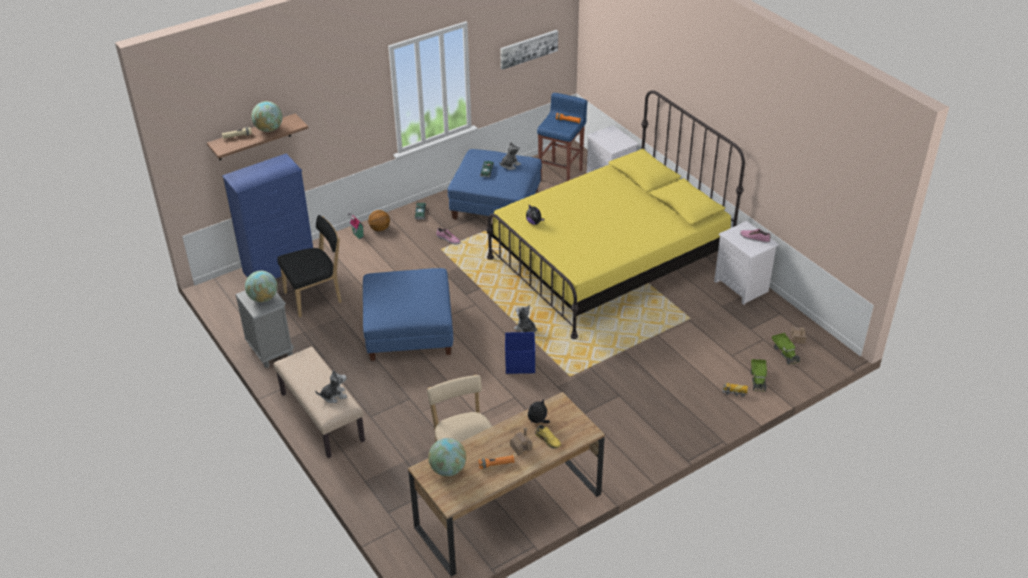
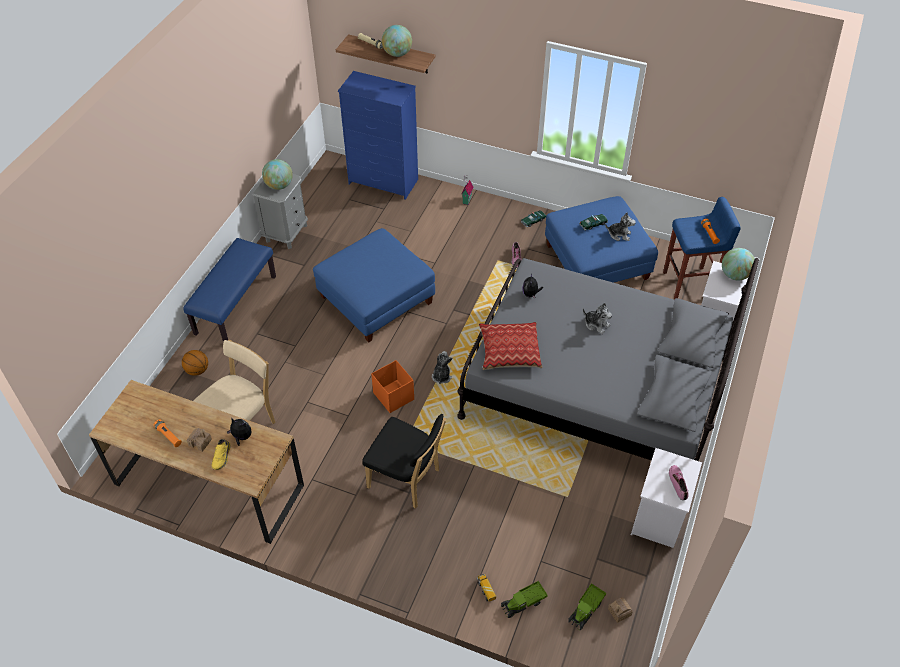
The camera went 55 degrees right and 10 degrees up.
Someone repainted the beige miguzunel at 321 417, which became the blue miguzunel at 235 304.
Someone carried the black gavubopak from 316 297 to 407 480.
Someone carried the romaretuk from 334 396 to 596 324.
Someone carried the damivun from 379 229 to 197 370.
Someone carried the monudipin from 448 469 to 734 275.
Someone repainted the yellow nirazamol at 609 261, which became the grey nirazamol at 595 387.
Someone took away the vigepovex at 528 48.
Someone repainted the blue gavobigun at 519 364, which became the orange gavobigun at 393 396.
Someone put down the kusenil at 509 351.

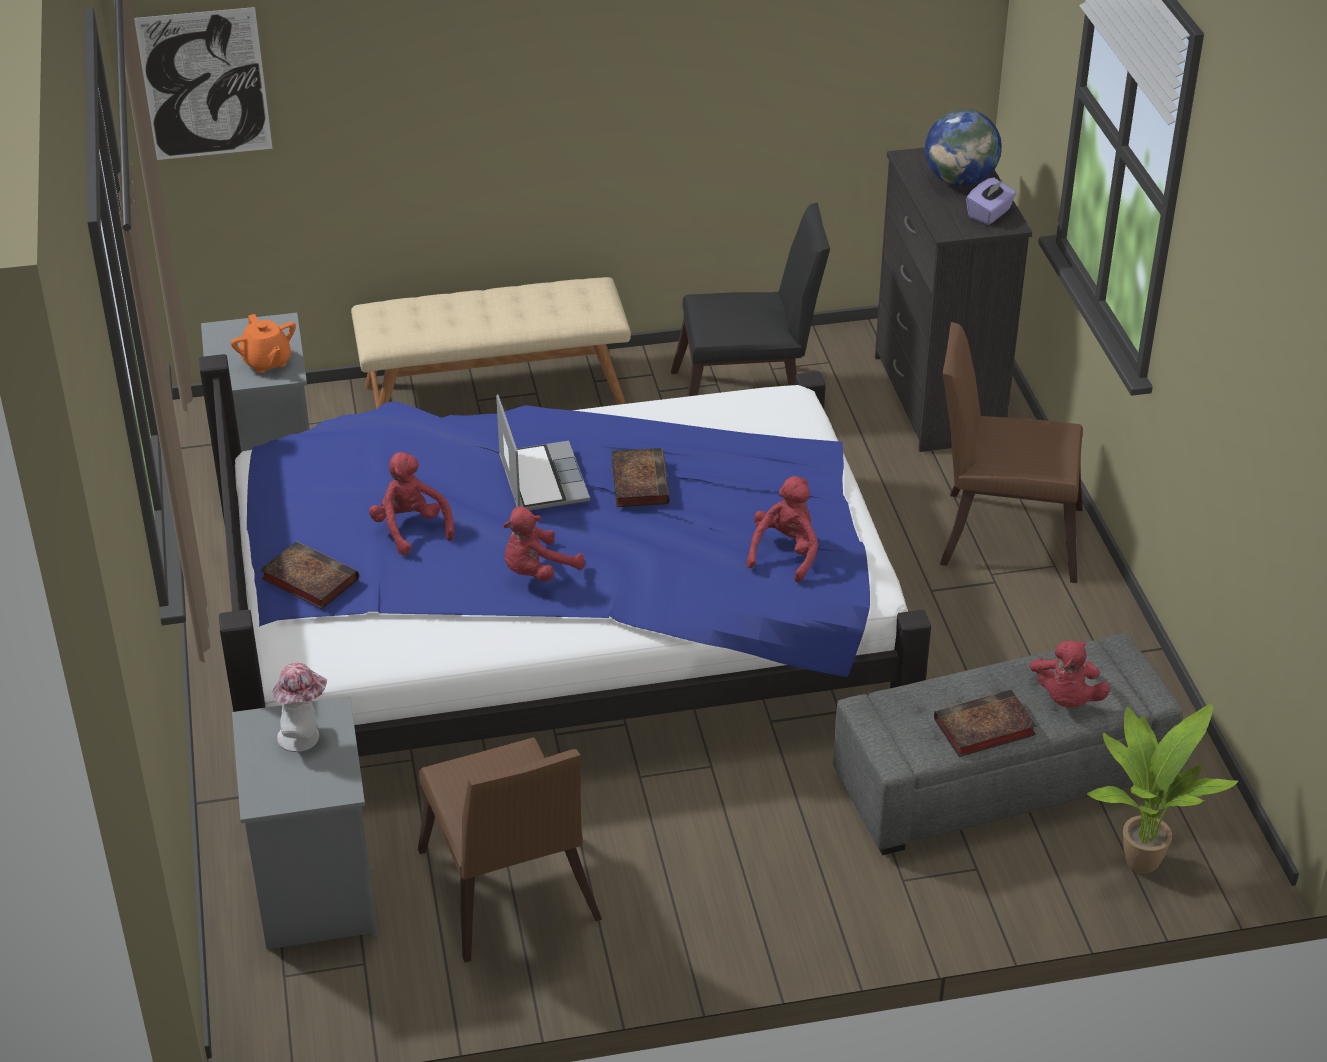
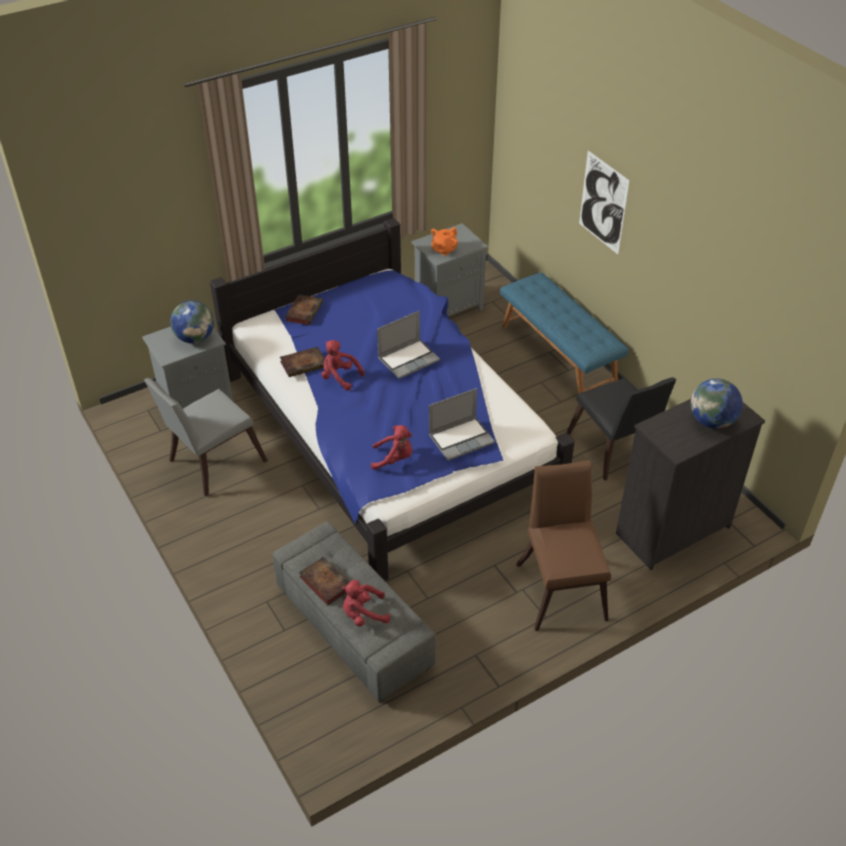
The camera went 70 degrees right and 5 degrees up.
Someone carried the vigepovex from 204 84 to 603 202.
Someone swapped the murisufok at 304 737 for the monudipin at 195 338.
Someone repainted the beige miguzunel at 494 393, which became the blue miguzunel at 558 356.
Someone took away the red romaretuk at 410 529.
Someone repainted the brown gavubopak at 509 896, which became the grey gavubopak at 212 463.
Someone carried the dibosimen from 638 481 to 304 364.
Someone took away the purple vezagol at 989 214.
Someone took away the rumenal at 1138 859.
Someone put down the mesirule at 461 438.

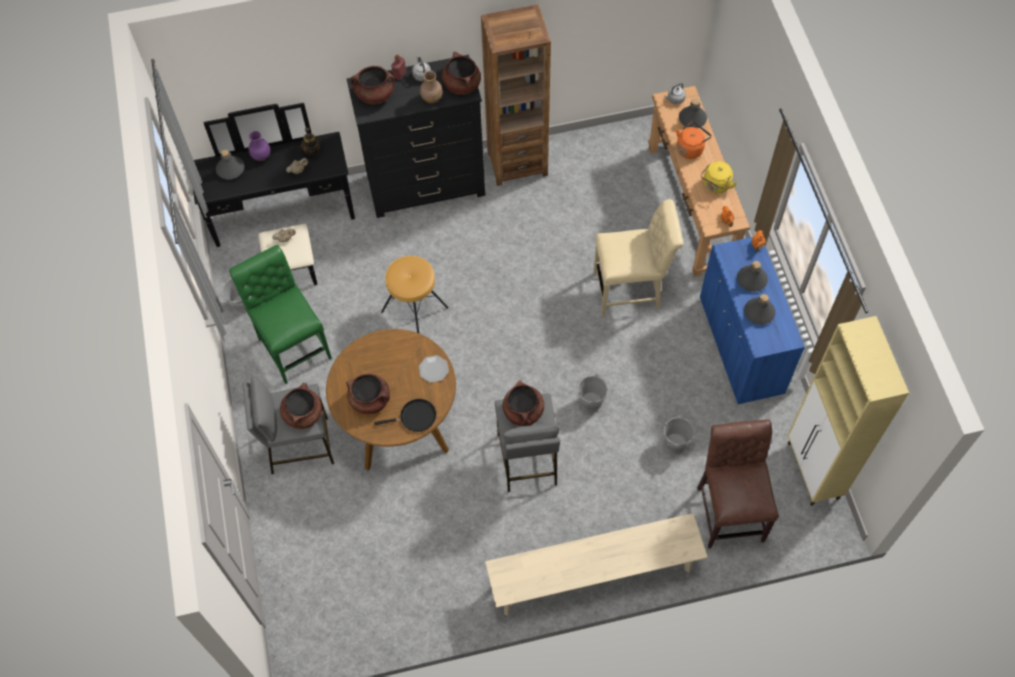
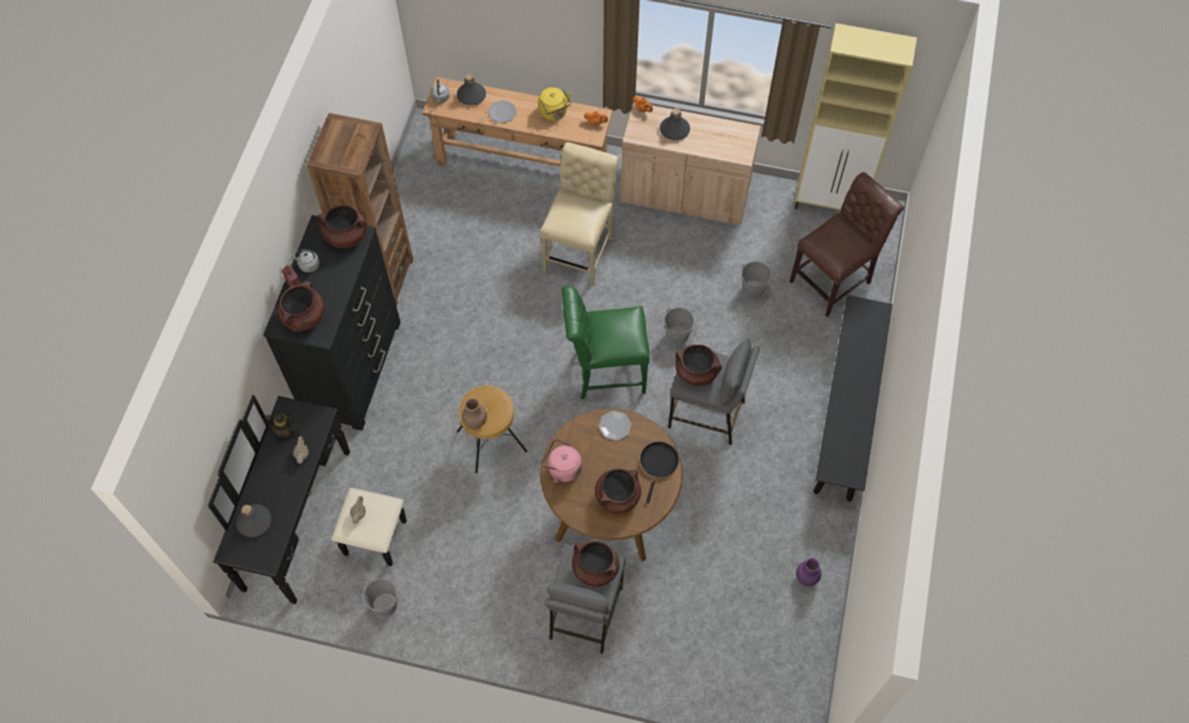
The camera went 65 degrees left and 0 degrees up.
Someone carried the green gavubopak from 293 344 to 605 371.
Someone carried the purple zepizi from 261 156 to 806 577.
Someone carried the brown zepizi from 431 98 to 475 421.
Someone repainted the beige miguzunel at 593 576, which became the black miguzunel at 846 412.
Someone swapped the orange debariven at 690 148 for the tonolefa at 502 112.
Someone rotated the brown gavubopak at 729 509 by 120 degrees clockwise.
Someone repainted the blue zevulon at 740 345, which became the beige zevulon at 685 196.
Someone took away the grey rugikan at 759 312.
Someone put down the pink debariven at 562 468.

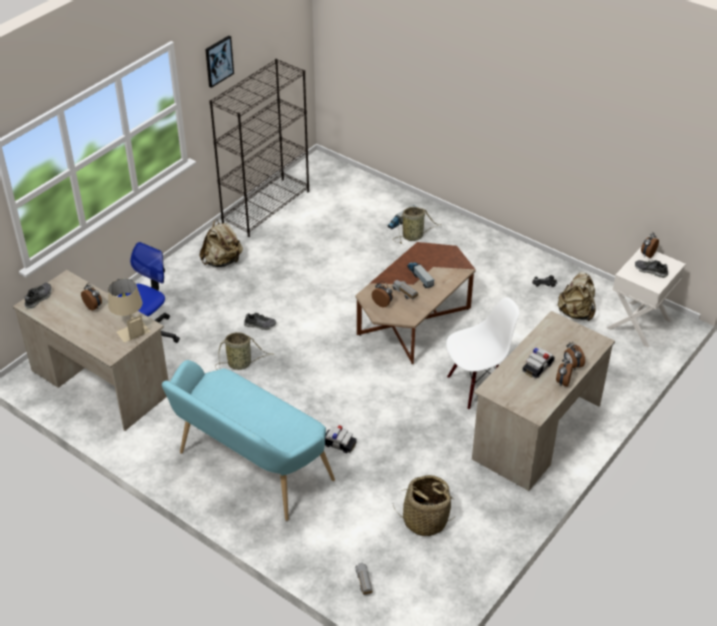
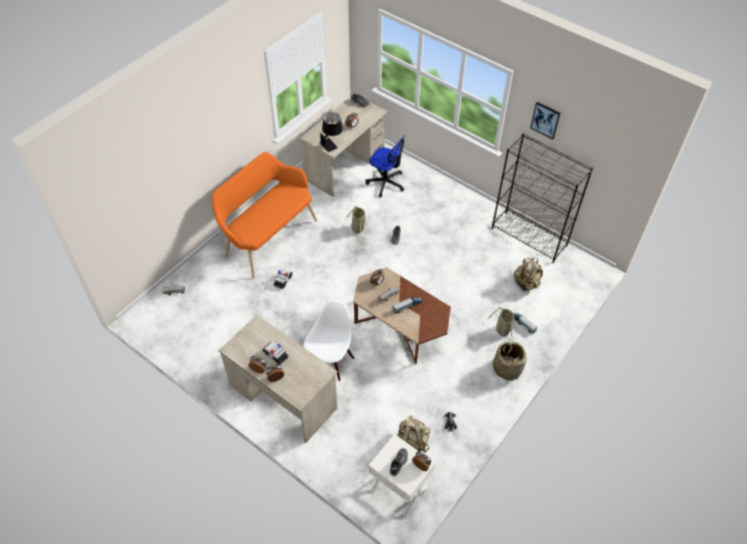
The camera went 90 degrees right and 10 degrees up.
Someone repainted the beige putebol at 130 328, which became the black putebol at 331 143.
Someone repainted the turquoise miguzunel at 249 469, which became the orange miguzunel at 267 237.
Someone carried the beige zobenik from 222 261 to 526 283.
Someone carried the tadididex from 425 520 to 507 368.
Someone rotated the white gavubopak at 476 387 by 135 degrees counterclockwise.

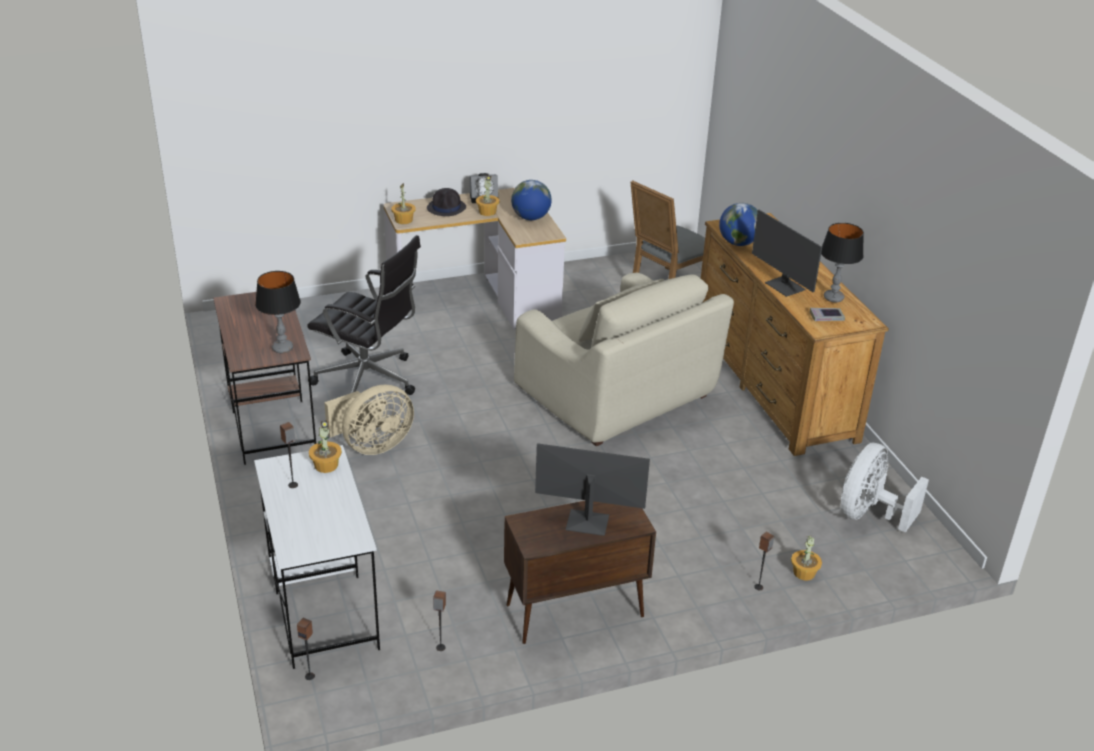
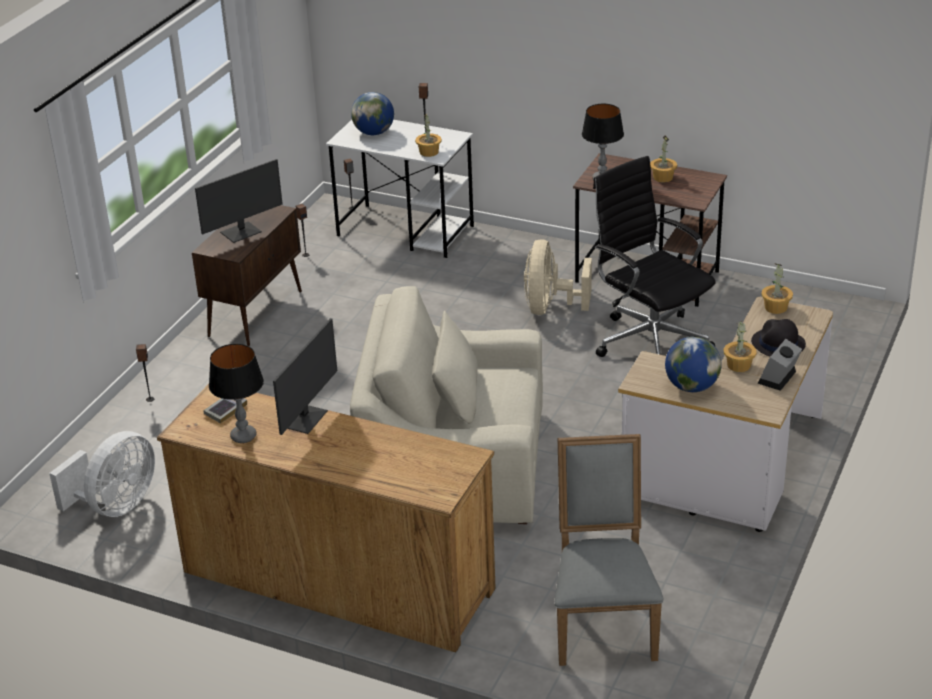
The camera went 135 degrees right and 0 degrees up.
Someone rotated the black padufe at 369 381 by 75 degrees clockwise.
Someone carried the monudipin from 738 243 to 374 133.
Someone rotated the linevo at 784 286 by 105 degrees clockwise.
Someone carried the rumenal from 804 573 to 662 177.
Someone rotated the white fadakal at 868 514 by 45 degrees clockwise.

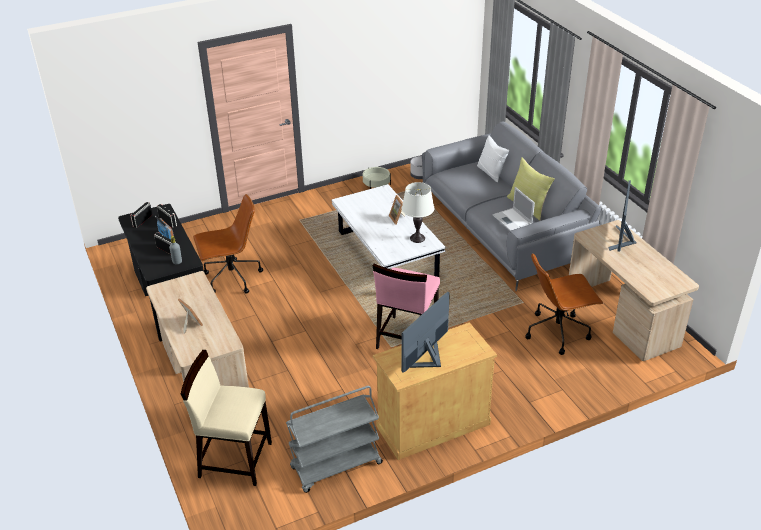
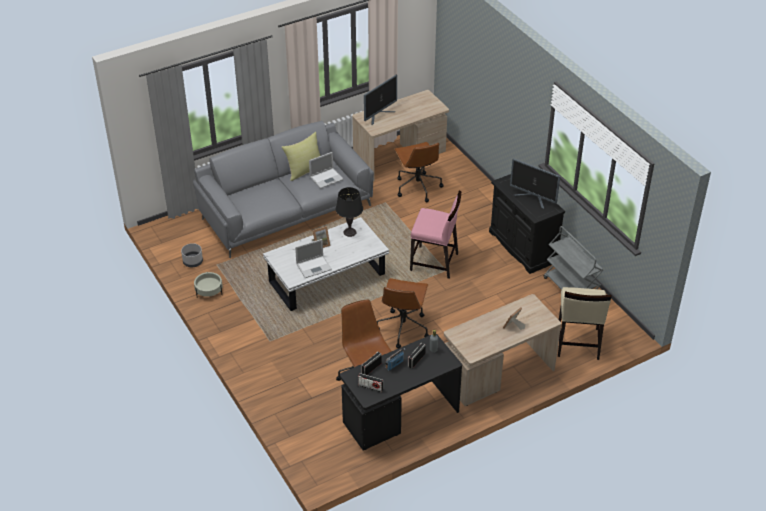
The camera went 95 degrees left and 5 degrees up.
Someone repainted the beige zevulon at 433 425, which became the black zevulon at 522 247.
Someone repainted the white putebol at 417 238, which became the black putebol at 350 232.
Someone took away the white kusenil at 491 172.
Someone rotated the linevo at 622 240 by 60 degrees counterclockwise.
Someone put down the mesirule at 314 266.
Someone put down the brown padufe at 403 328.

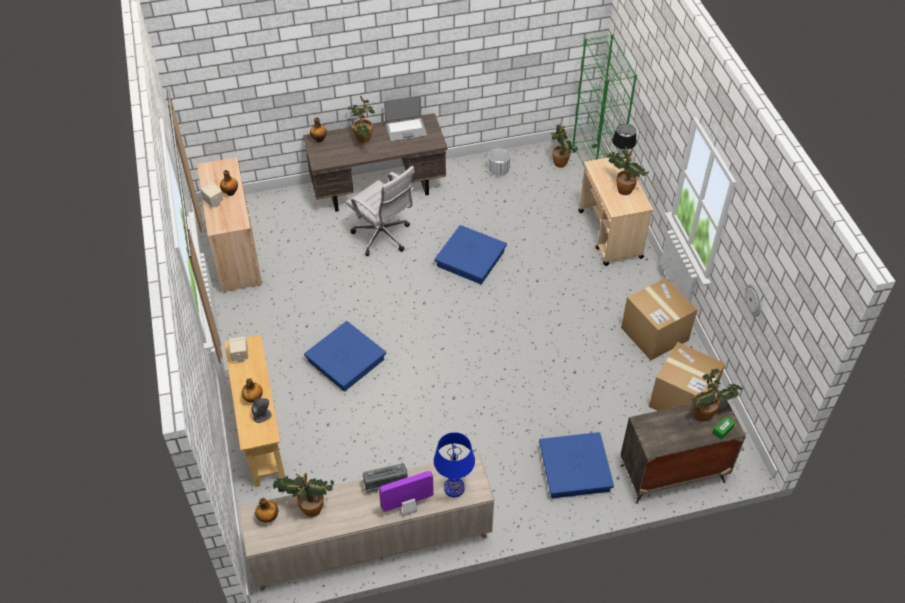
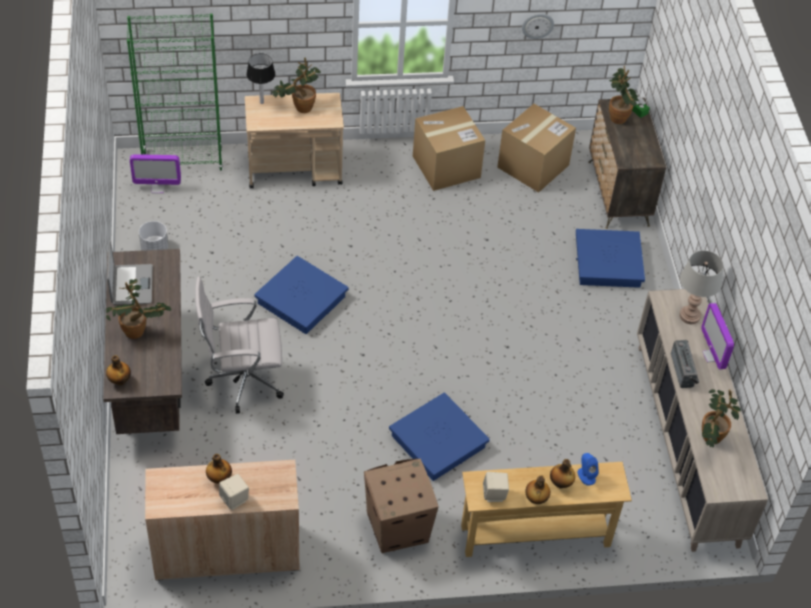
The camera went 85 degrees left and 0 degrees up.
Someone repainted the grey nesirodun at 262 416, which became the blue nesirodun at 586 476.
Someone carried the rugikan from 268 517 to 535 499.
Someone rotated the white padufe at 383 237 by 150 degrees counterclockwise.
Someone repainted the blue putebol at 454 488, which became the grey putebol at 690 316.
Someone swapped the rumenal at 560 161 for the linevo at 158 188.
Someone put down the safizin at 396 527.

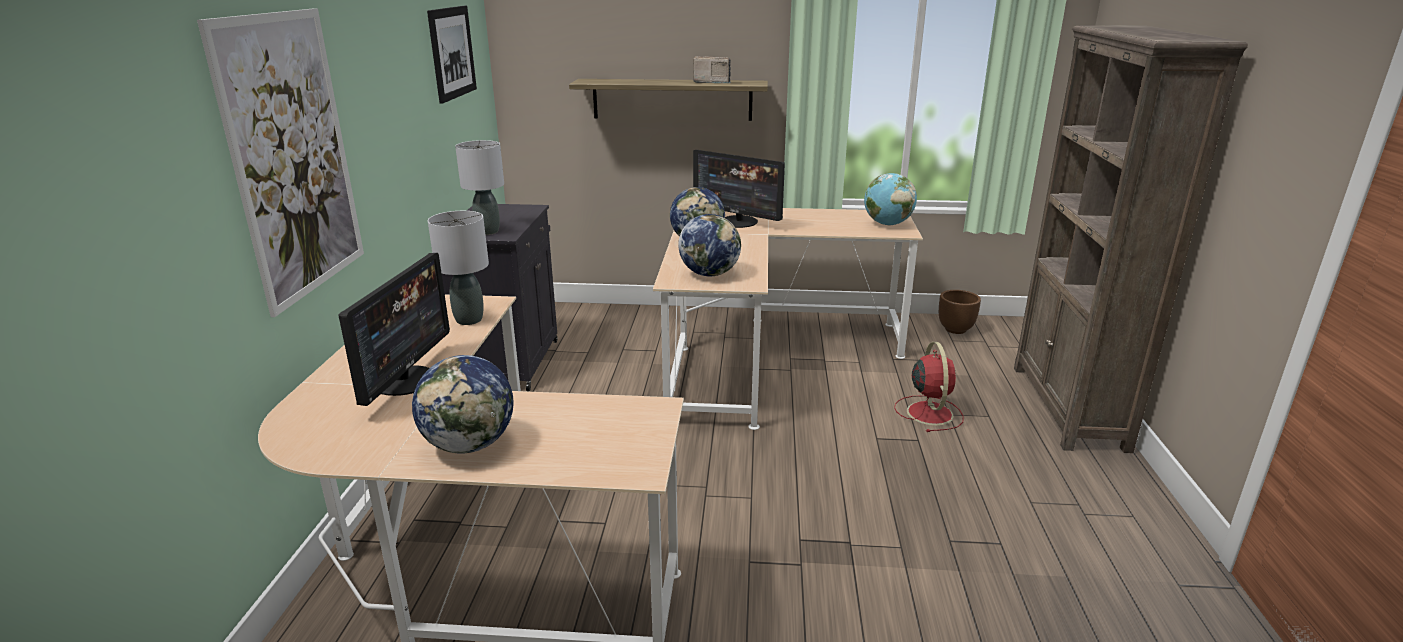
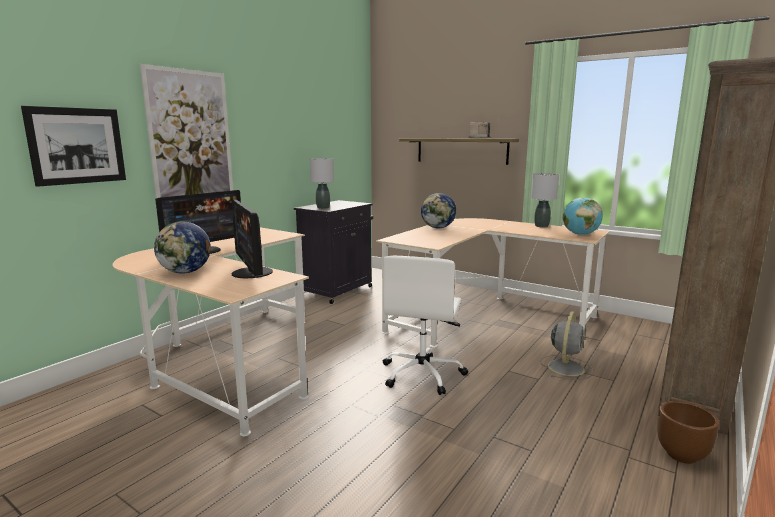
The camera went 30 degrees right and 10 degrees down.
Someone carried the vigepovex from 452 52 to 77 146.
Someone carried the grey putebol from 469 320 to 541 226.
Someone took away the monudipin at 709 274.
Someone carried the linevo from 738 222 to 251 273.
Someone repainted the red fadakal at 929 412, which became the grey fadakal at 566 367.
Someone carried the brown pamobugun from 956 329 to 682 455.
Someone put down the white padufe at 422 374.

